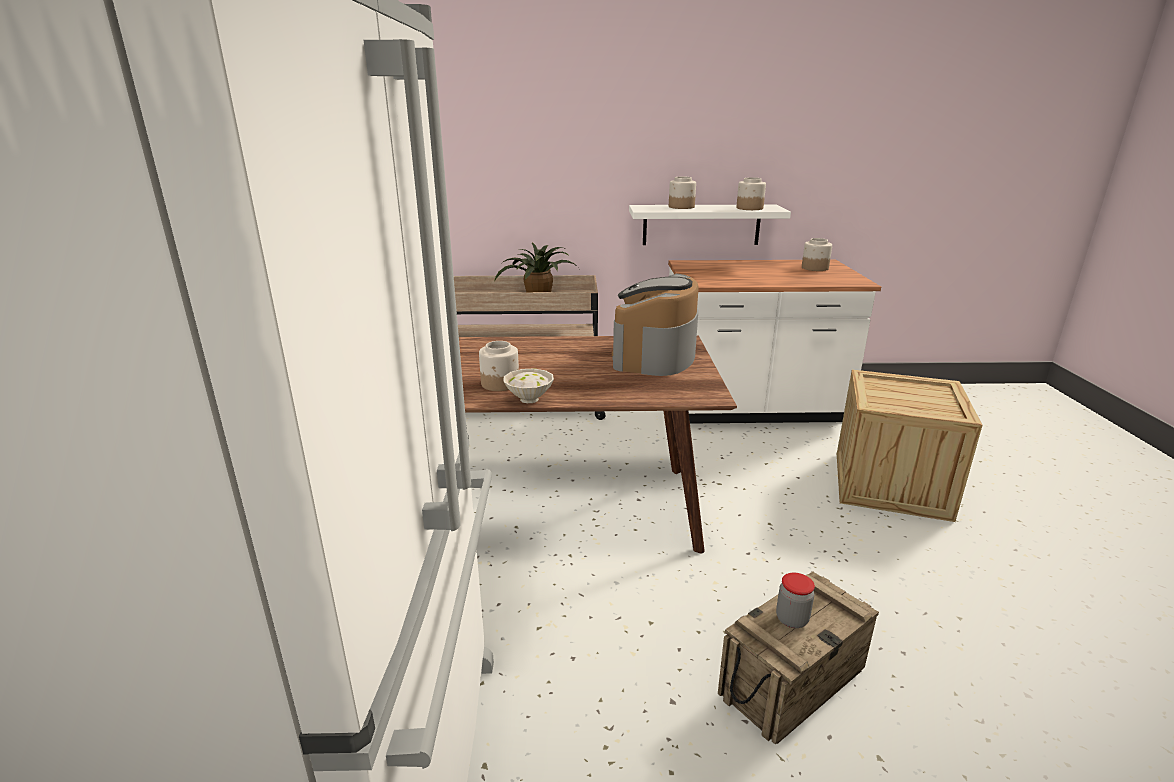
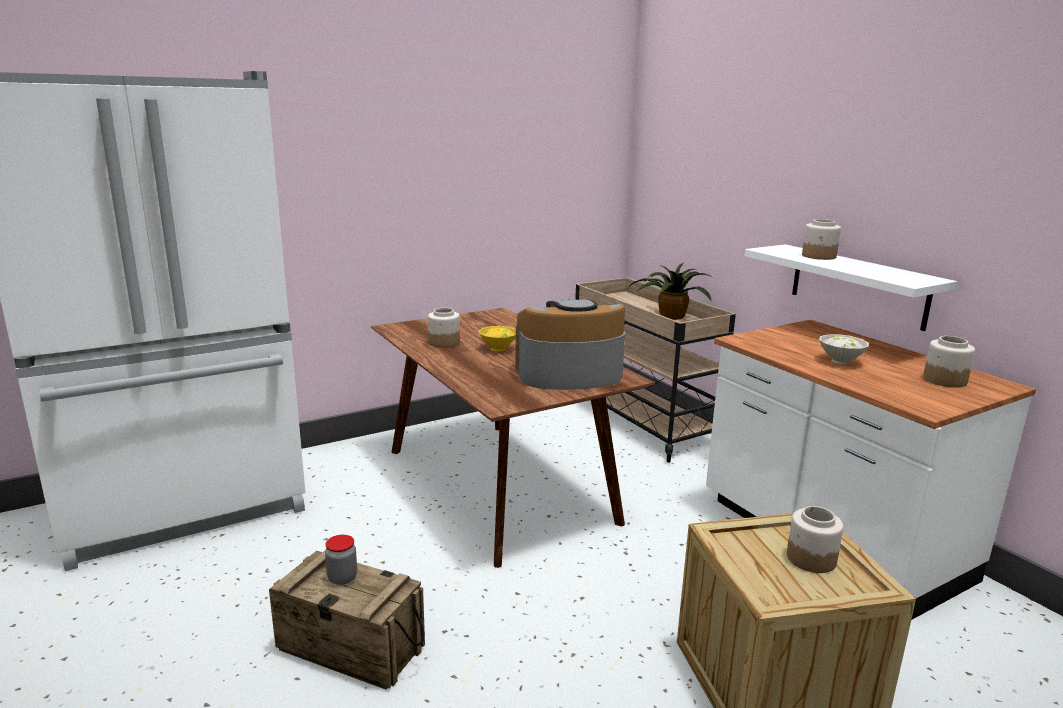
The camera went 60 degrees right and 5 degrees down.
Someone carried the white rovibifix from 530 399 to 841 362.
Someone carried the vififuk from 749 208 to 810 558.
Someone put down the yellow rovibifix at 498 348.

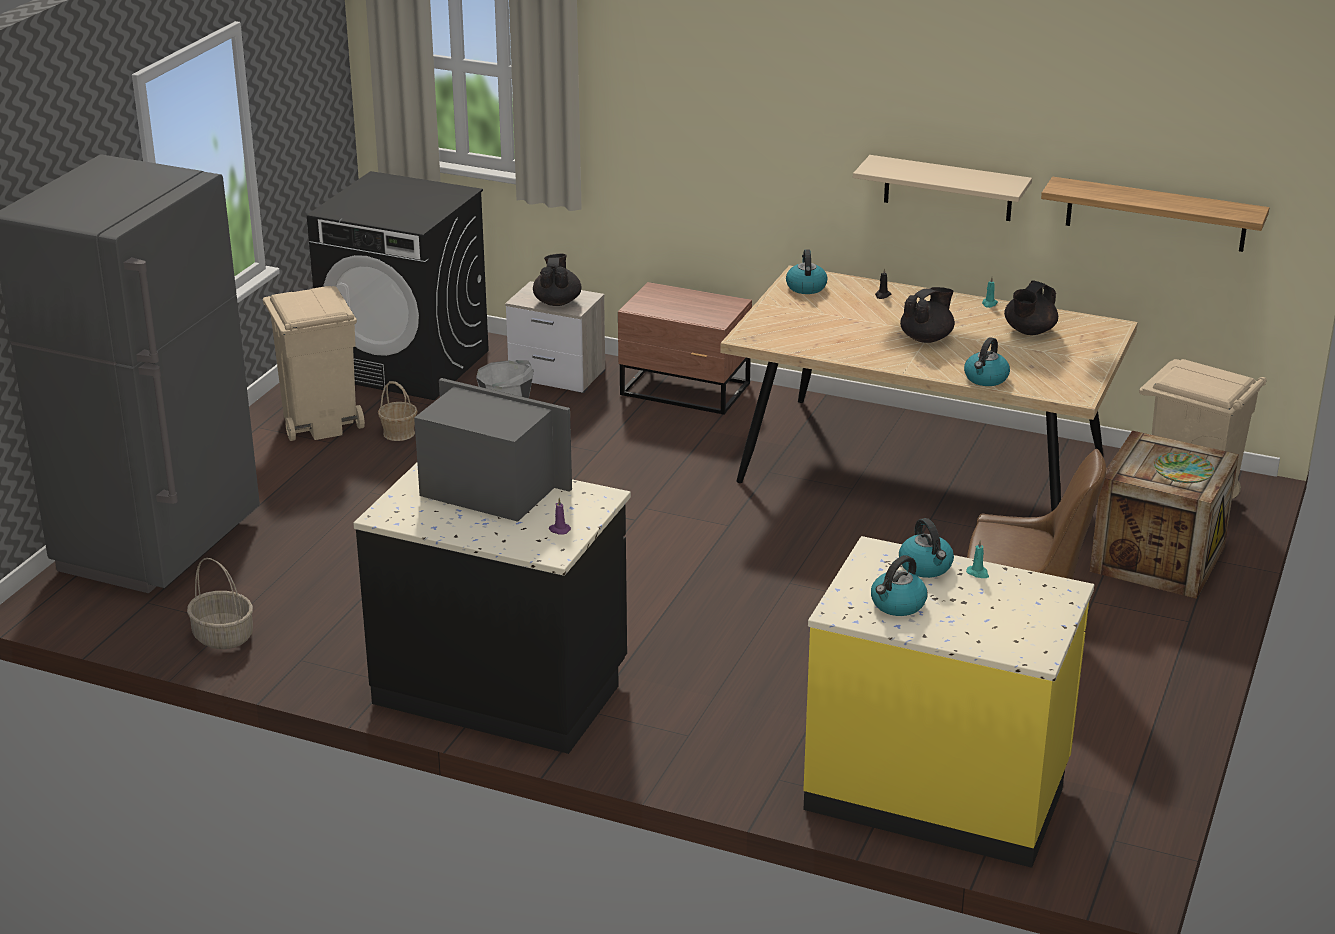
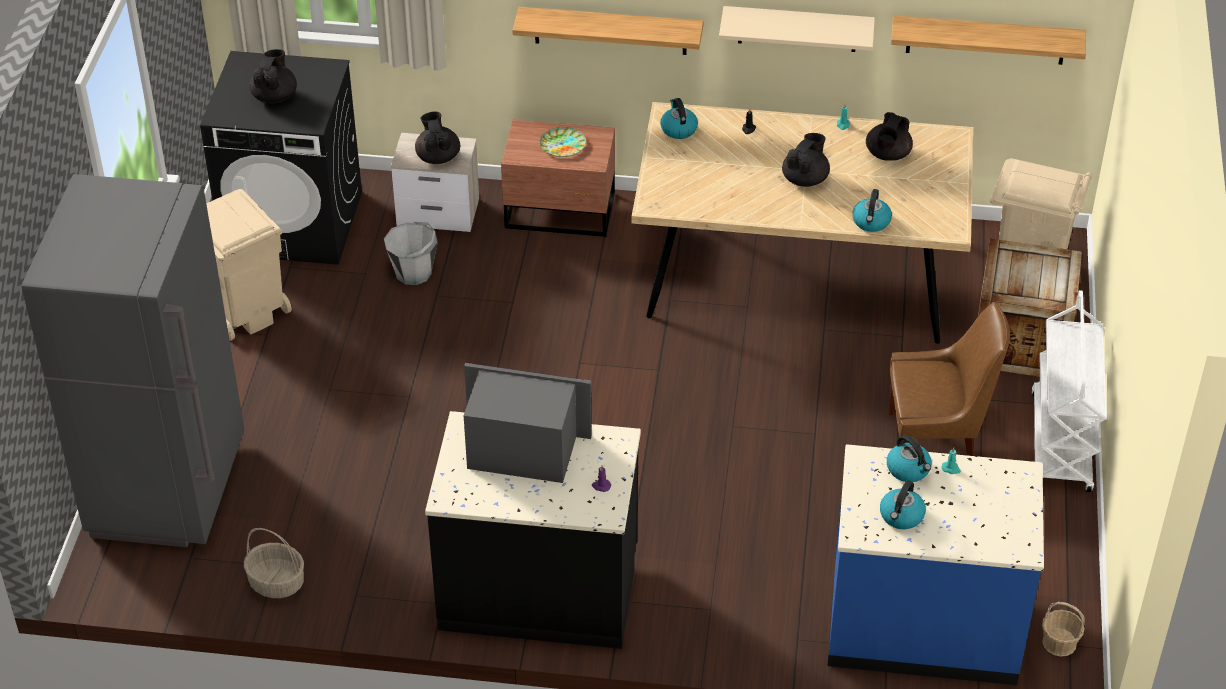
The camera went 15 degrees left and 15 degrees up.
Someone carried the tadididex from 399 433 to 1059 642.
Someone repainted the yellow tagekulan at 938 790, which became the blue tagekulan at 923 624.
Someone carried the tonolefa from 1182 472 to 562 145.
Someone put down the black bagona at 275 96.
Someone put up the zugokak at 610 30.
Someone put down the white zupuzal at 1061 443.

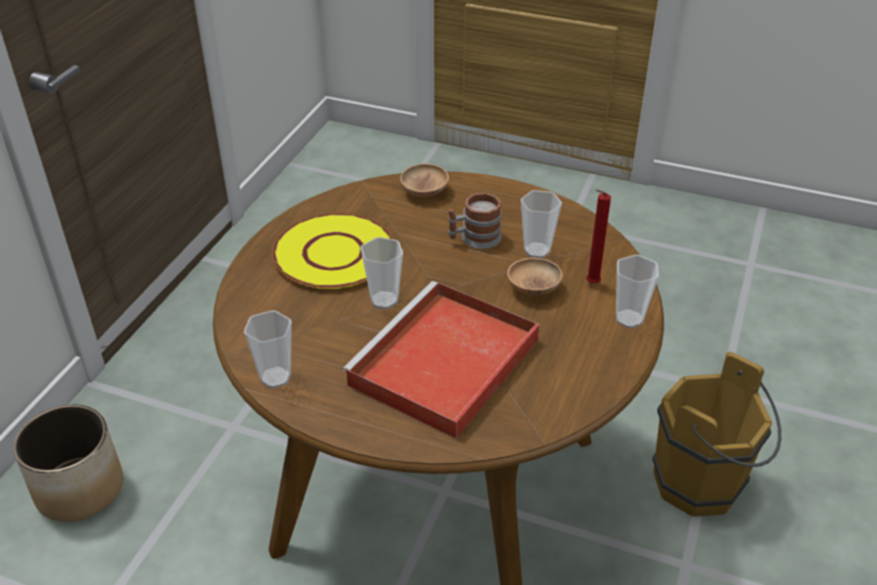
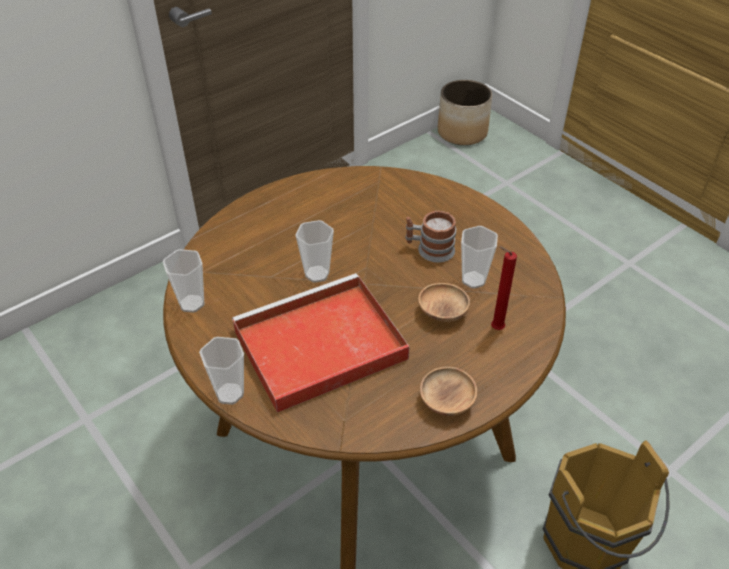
The camera went 30 degrees right and 5 degrees up.
Someone carried the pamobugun from 81 489 to 462 132.
Someone took away the yellow tonolefa at 334 253.
Someone carried the brown rovibifix from 424 191 to 447 401.
Someone carried the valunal from 629 319 to 230 394.

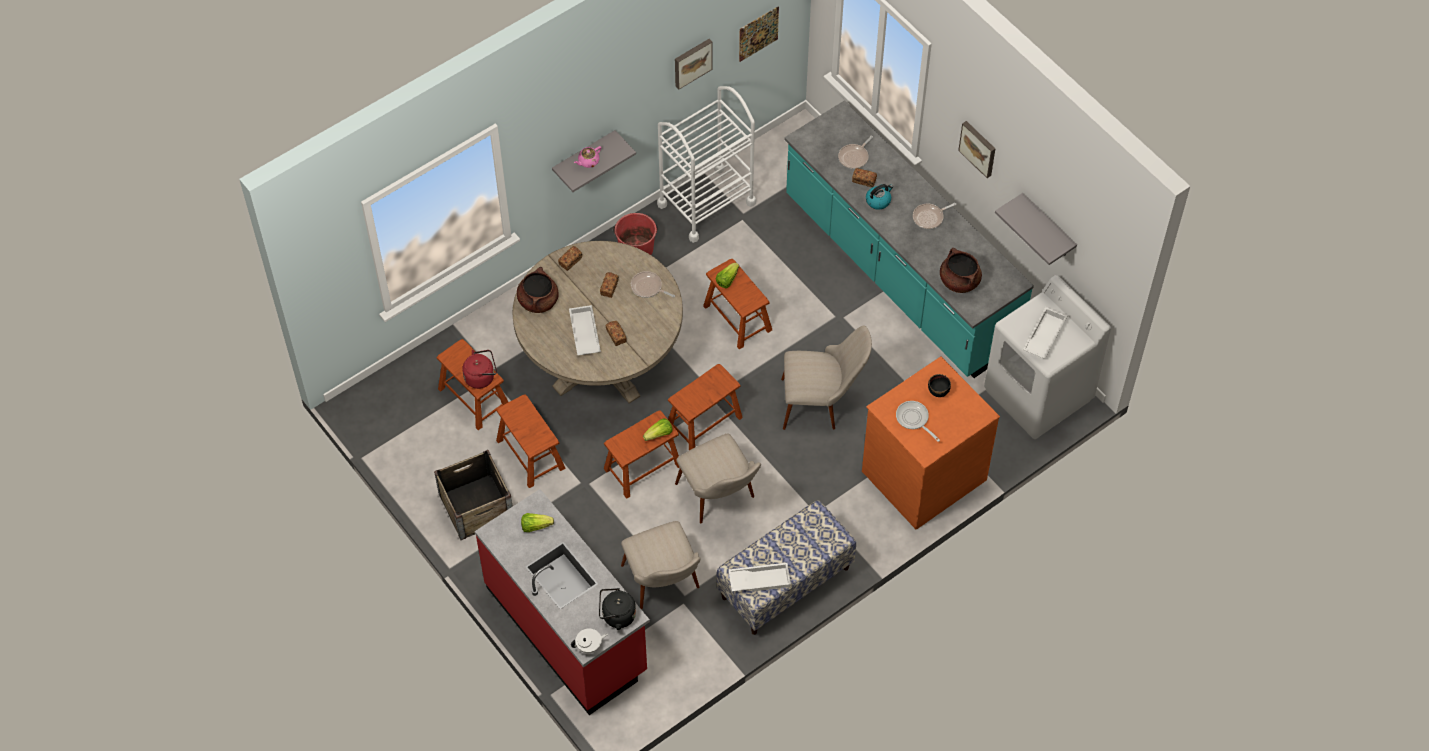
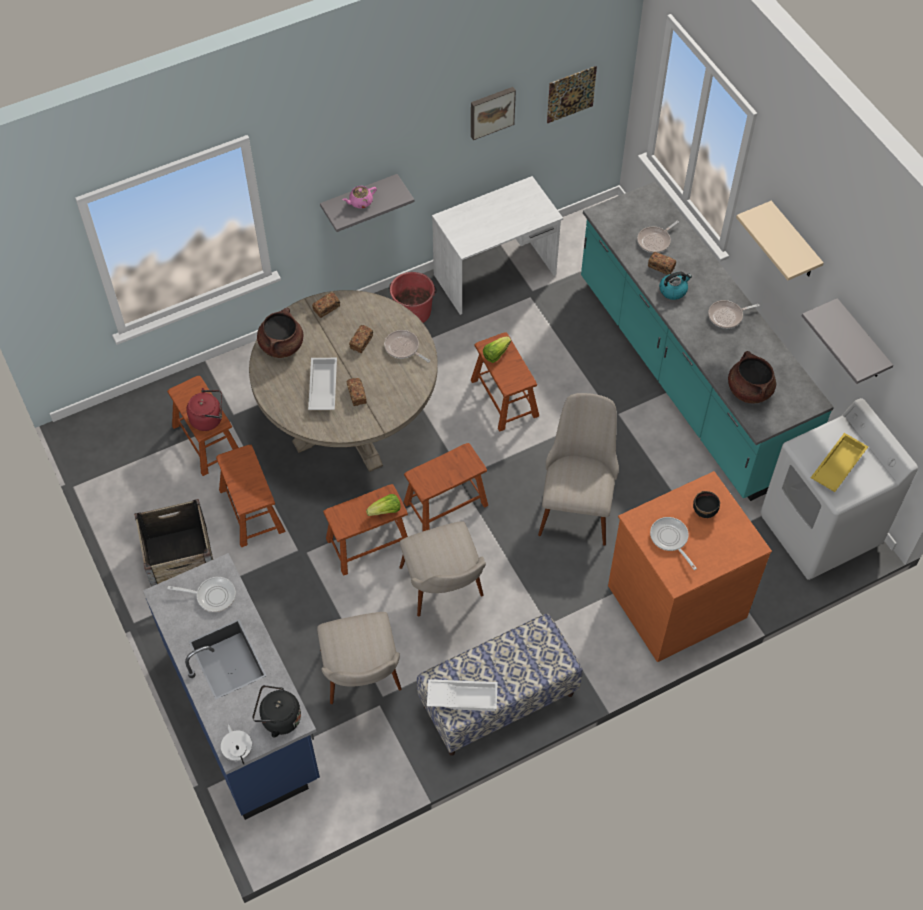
The camera went 10 degrees right and 0 degrees up.
Someone repainted the red tagekulan at 567 629, which became the blue tagekulan at 244 714.
Someone swapped the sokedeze at 535 526 for the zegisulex at 212 595.
Someone rotated the white bagona at 589 646 by 105 degrees counterclockwise.
Someone swapped the white zupuzal at 706 204 for the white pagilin at 496 275.
Someone rotated the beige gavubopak at 821 403 by 90 degrees counterclockwise.
Someone swapped the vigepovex at 978 148 for the beige zugokak at 794 242.
Someone repainted the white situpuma at 1043 336, which became the yellow situpuma at 837 465.

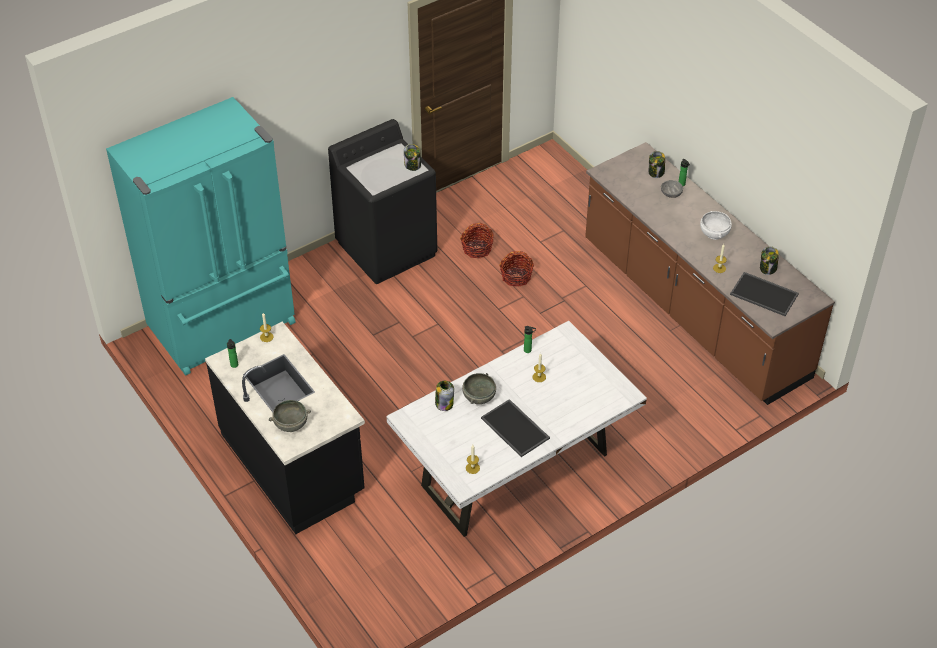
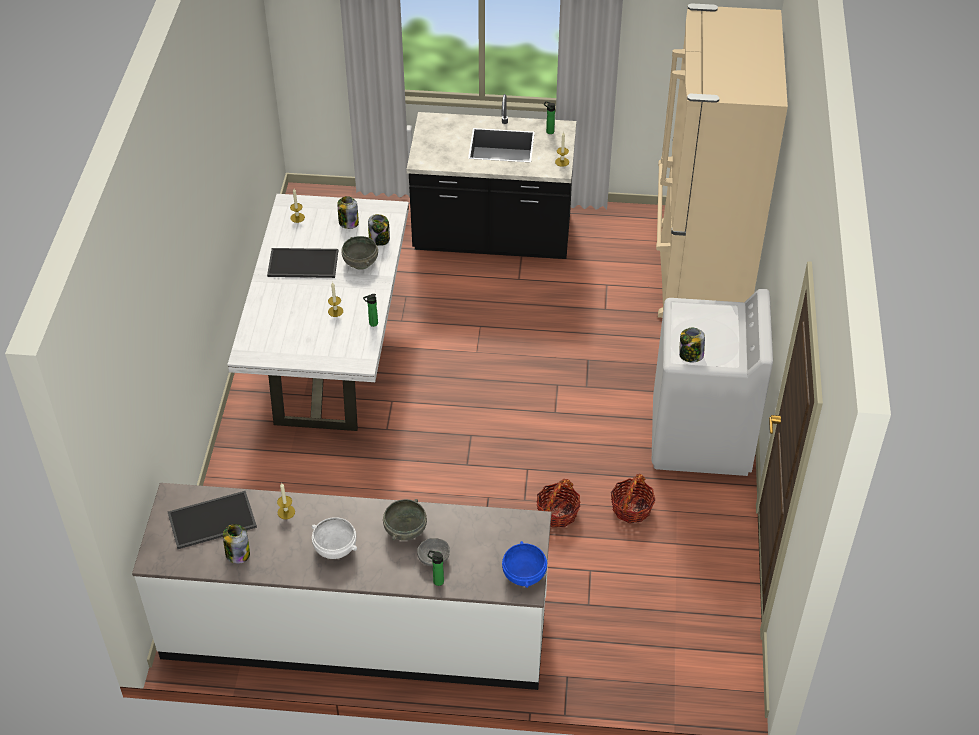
The camera went 130 degrees right and 0 degrees up.
Someone repainted the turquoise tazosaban at 224 326, which became the beige tazosaban at 699 272.
Someone carried the grey rovibifix from 291 425 to 405 530.
Someone repainted the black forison at 387 248, which became the white forison at 701 437.
Someone repainted the brown tagekulan at 693 310, which became the white tagekulan at 355 629.
Someone carried the vififuk from 656 172 to 348 222.
Someone put down the blue rovibifix at 525 575.

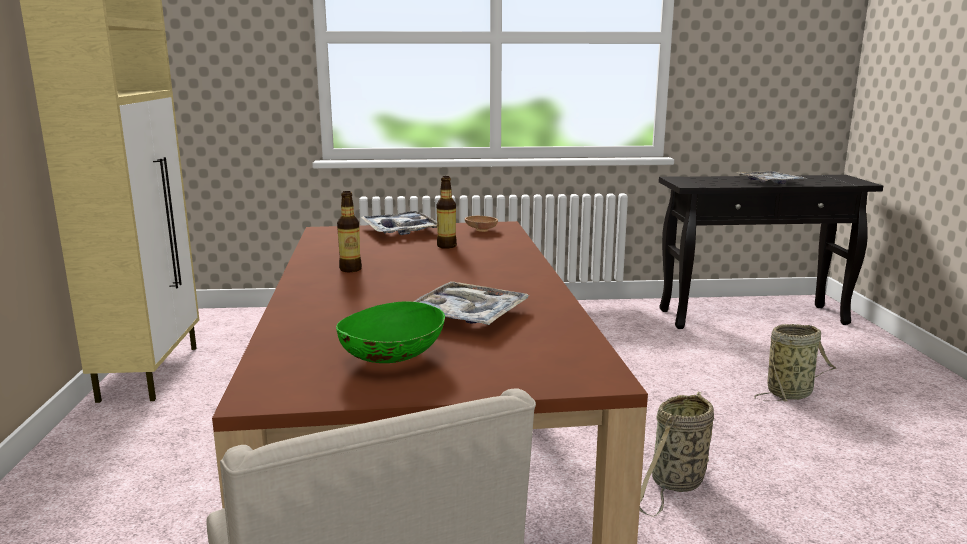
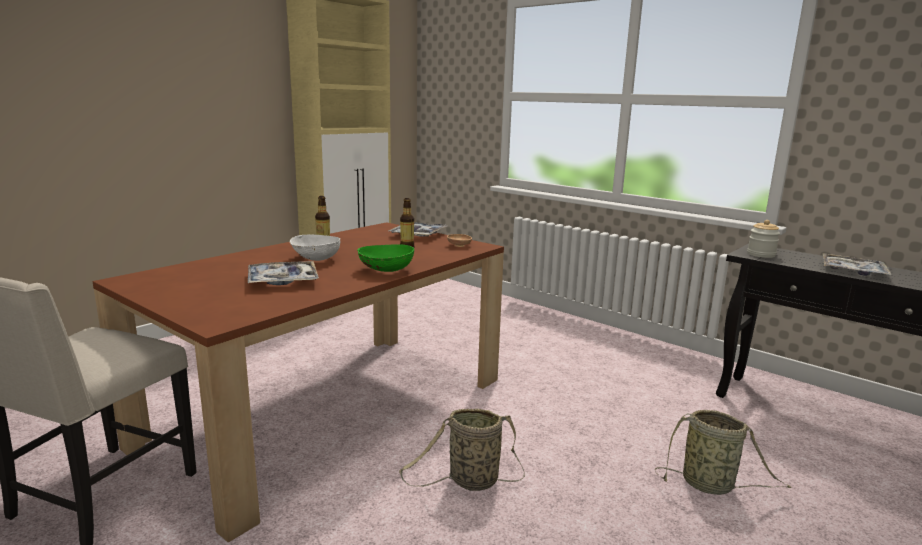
The camera went 45 degrees right and 0 degrees up.
Someone carried the green rovibifix from 392 359 to 385 270.
Someone put down the white rovibifix at 315 259.
Someone put down the vififuk at 761 254.

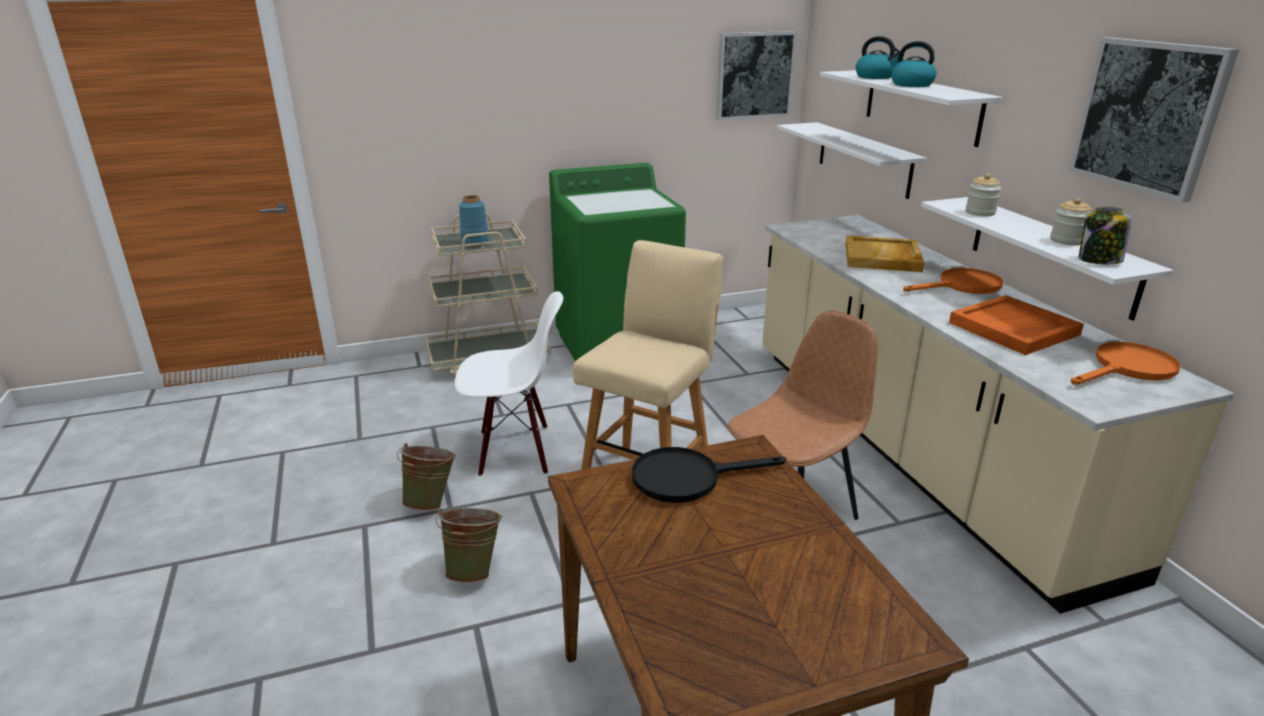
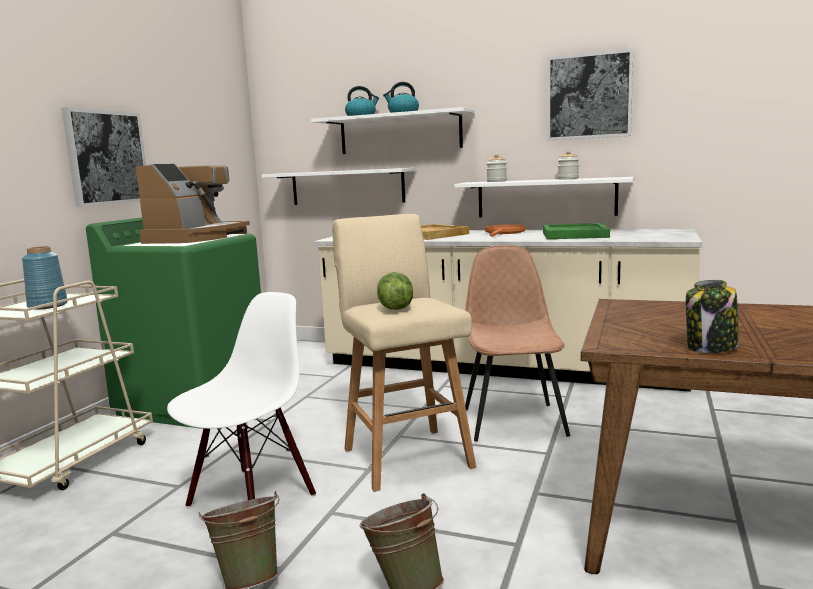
The camera went 50 degrees left and 15 degrees down.
Someone took away the black zegisulex at 687 478.
Someone carried the vigepovex from 754 75 to 106 157.
Someone repainted the orange situpuma at 1013 329, which became the green situpuma at 575 235.
Someone took away the orange zegisulex at 1128 369.
Someone carried the vififuk from 1098 261 to 711 348.
Someone put down the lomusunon at 196 238.
Someone put down the sokedeze at 394 308.

